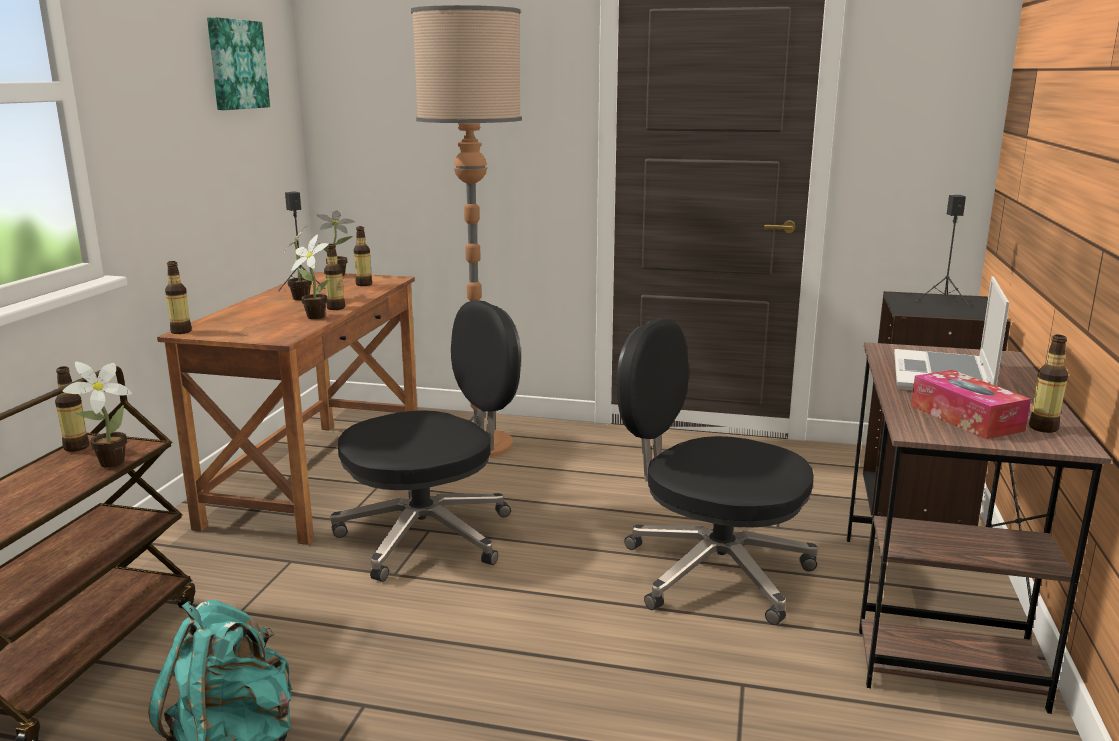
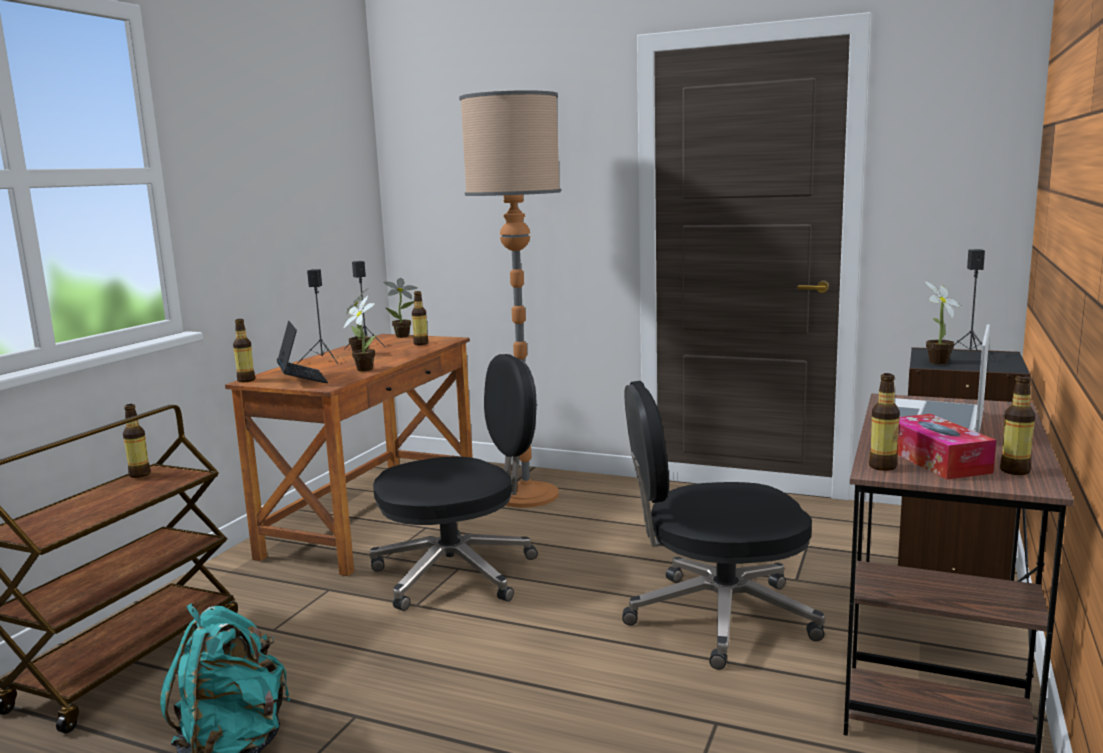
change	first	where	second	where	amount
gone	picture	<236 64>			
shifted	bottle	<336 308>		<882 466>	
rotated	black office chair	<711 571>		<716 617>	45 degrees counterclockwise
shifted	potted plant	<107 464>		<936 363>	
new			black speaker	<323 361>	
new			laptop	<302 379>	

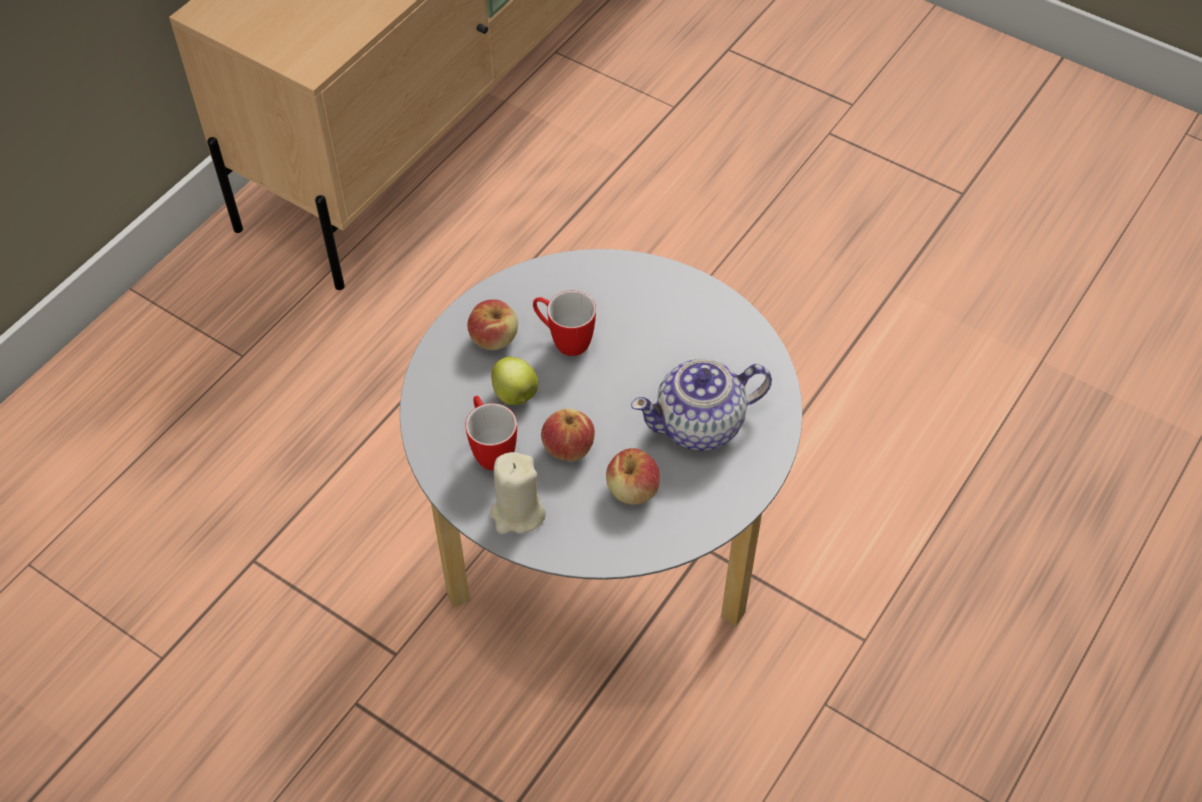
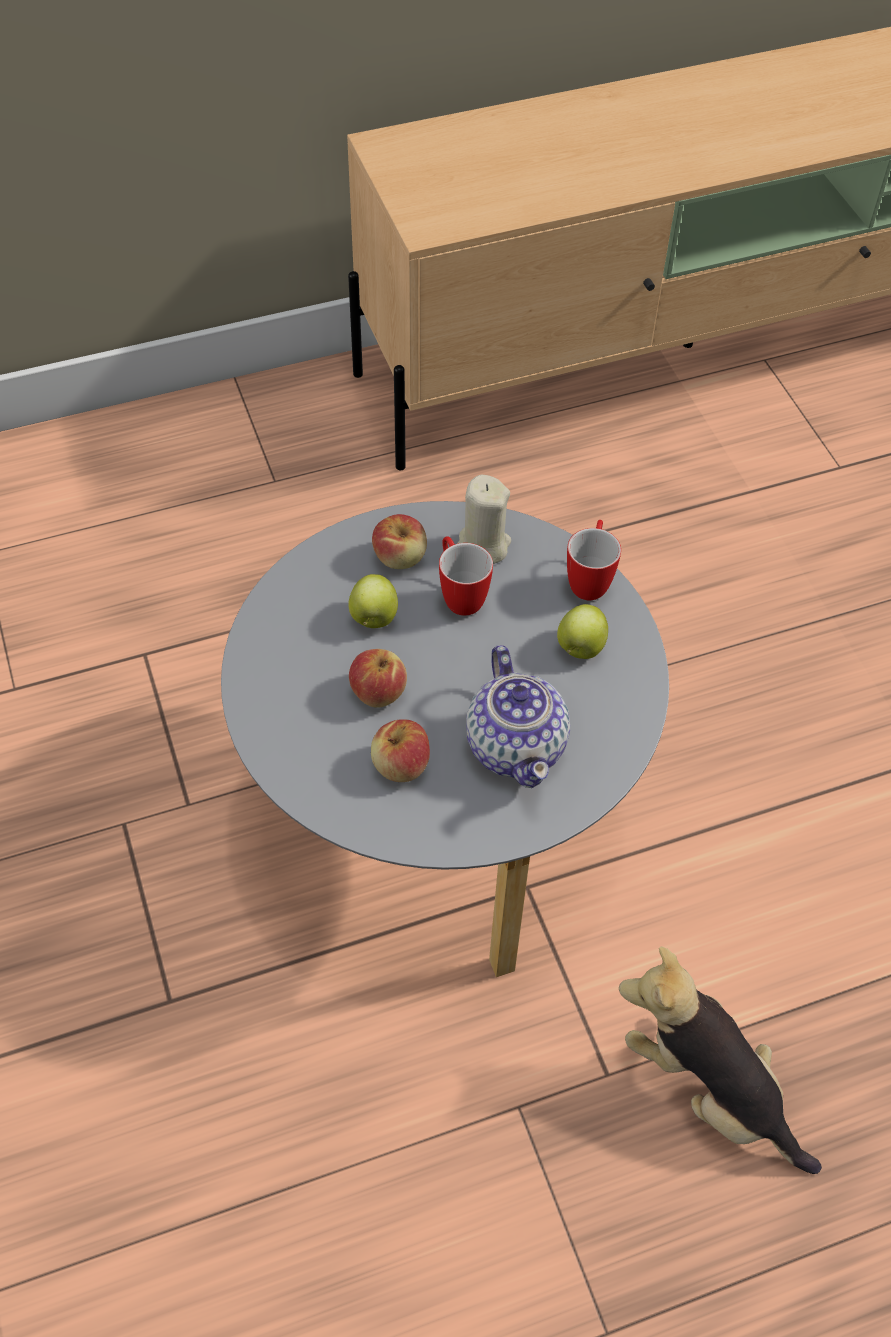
change	first	where	second	where	amount
rotated	teapot	<700 424>		<516 745>	120 degrees counterclockwise
shifted	mug	<490 449>		<590 579>	
shifted	beige candle	<517 513>		<482 545>	
new			apple	<580 648>	
new			plush toy	<708 1089>	

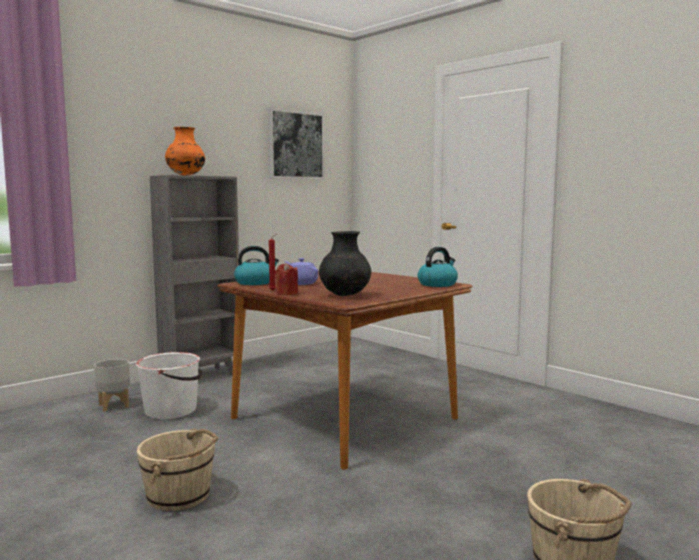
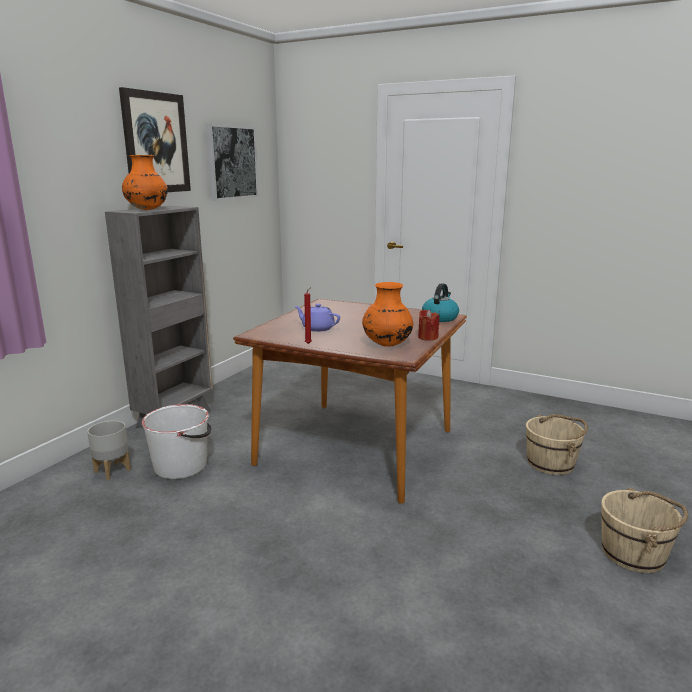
change	first	where	second	where	amount
repainted	black vase	<344 295>	orange vase	<386 344>	
gone	kettle	<255 282>			
shifted	red candle	<287 293>		<427 337>	
shifted	beige bucket	<180 495>		<551 463>	
new			picture	<156 143>	

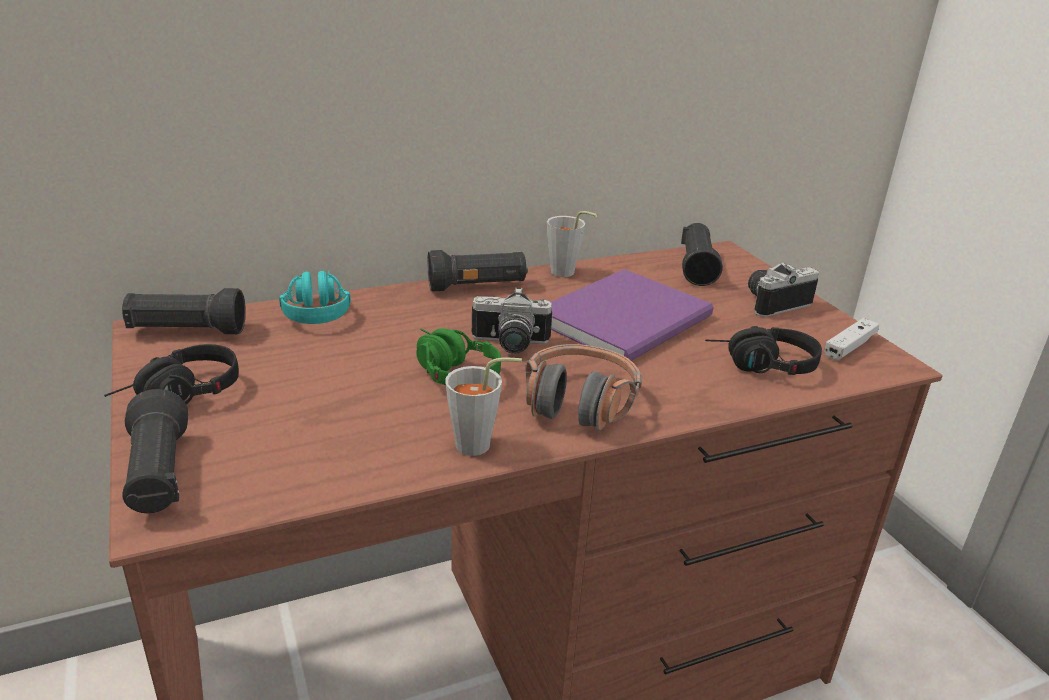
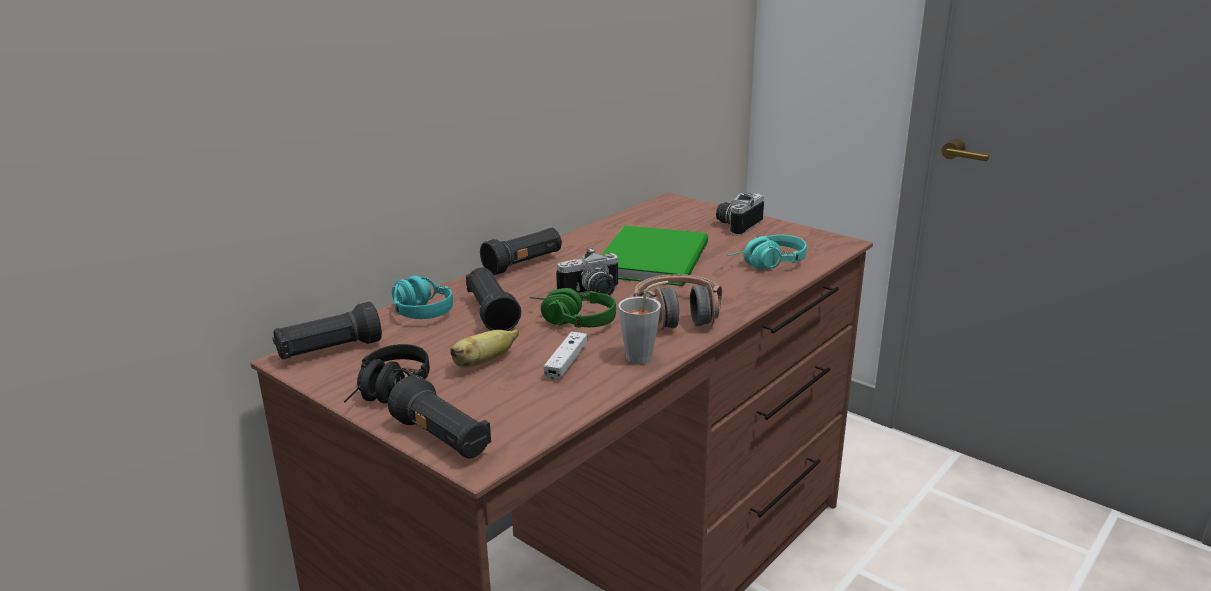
change	first	where	second	where	amount
gone	grey cup	<567 274>			
shifted	black flashlight	<696 268>		<491 313>	
repainted	purple book	<630 319>	green book	<656 258>	
shifted	white game controller	<849 347>		<566 363>	
repainted	black headphones	<760 366>	turquoise headphones	<767 264>	
new			banana	<484 362>	

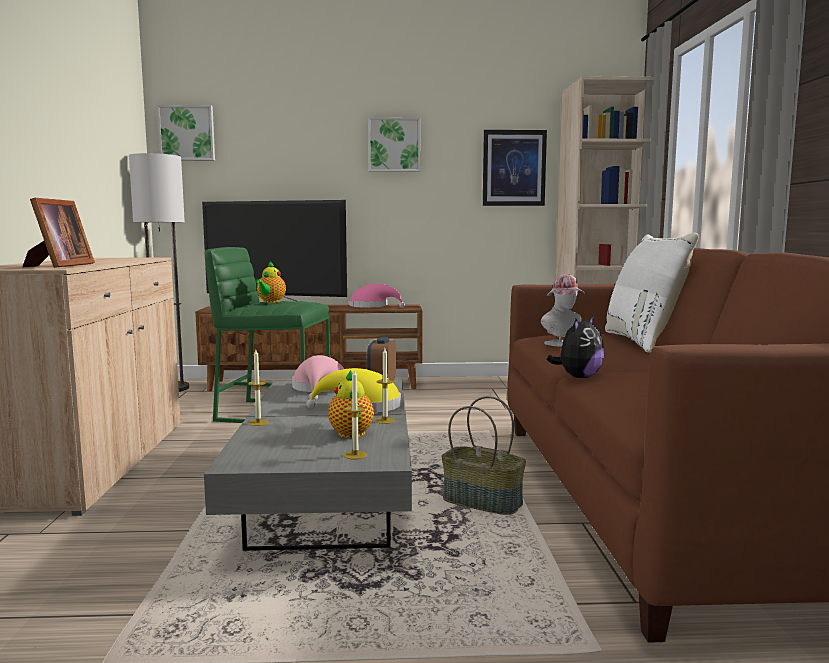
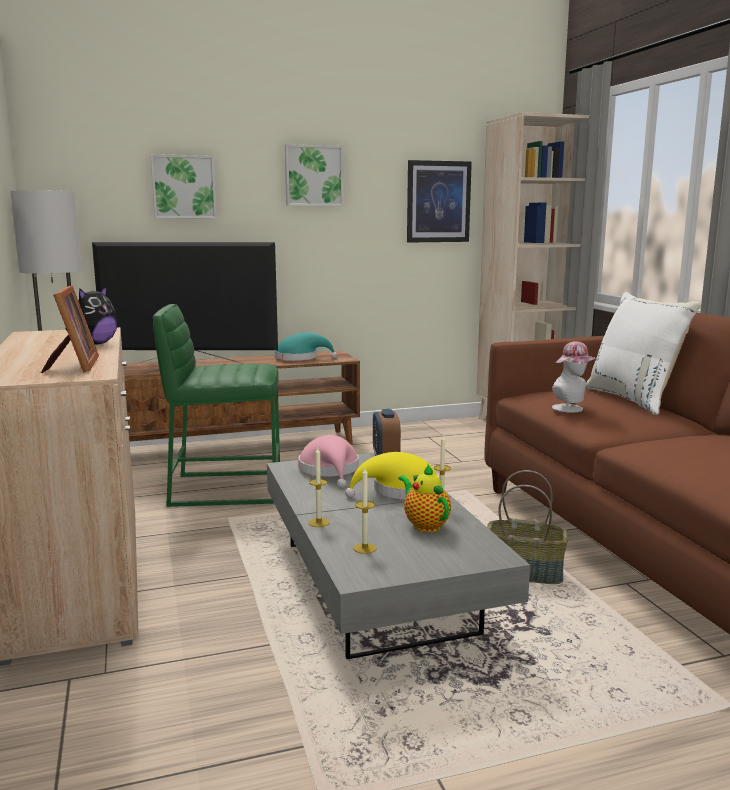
change	first	where	second	where	amount
shifted	picture	<187 133>		<183 187>	
gone	teapot	<270 302>			
repainted	pink hat	<372 307>	turquoise hat	<300 358>	
shifted	plush toy	<578 377>		<95 344>	
shifted	candle	<355 455>		<365 548>	

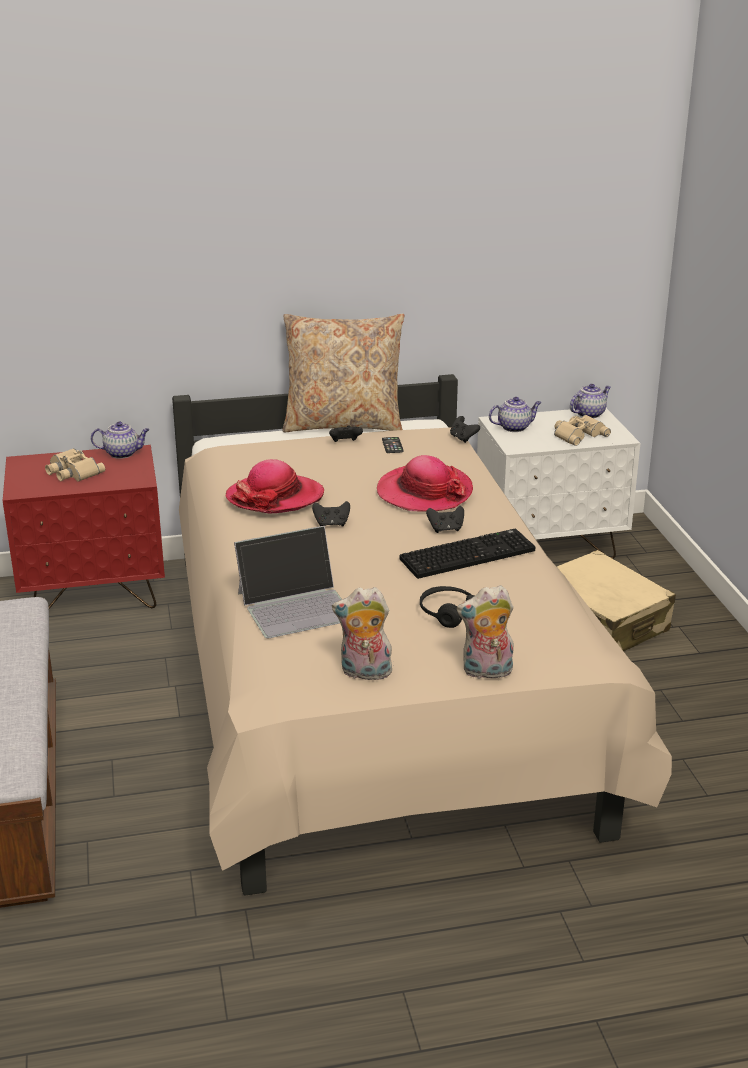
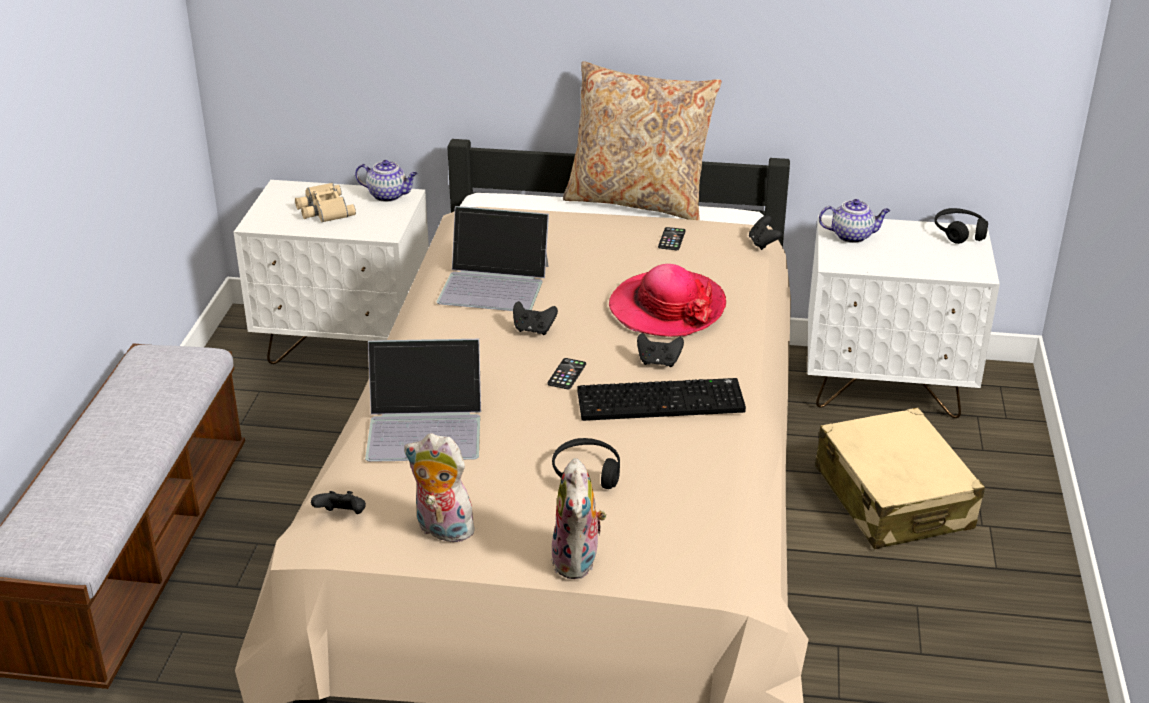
change	first	where	second	where	amount
swapped	teapot	<589 414>	black headphones	<959 233>	
gone	beige binoculars	<578 434>			
shifted	black game controller	<345 443>		<342 516>	
repainted	red nightstand	<95 595>	white nightstand	<346 346>	
swapped	hat	<275 497>	laptop	<494 284>	
rotated	plush toy	<486 672>		<578 562>	105 degrees counterclockwise
new			phone	<567 374>	

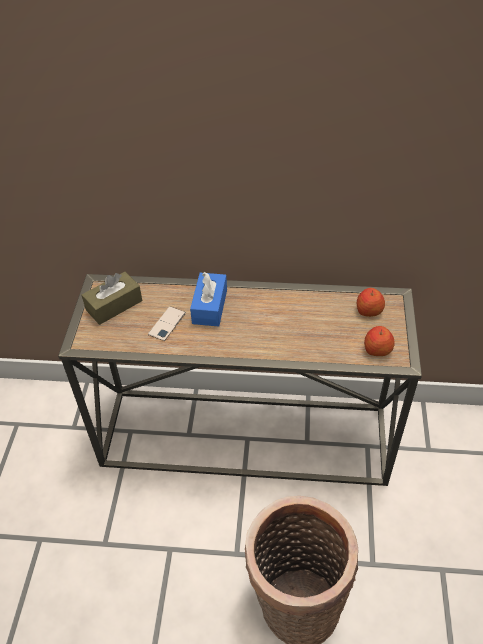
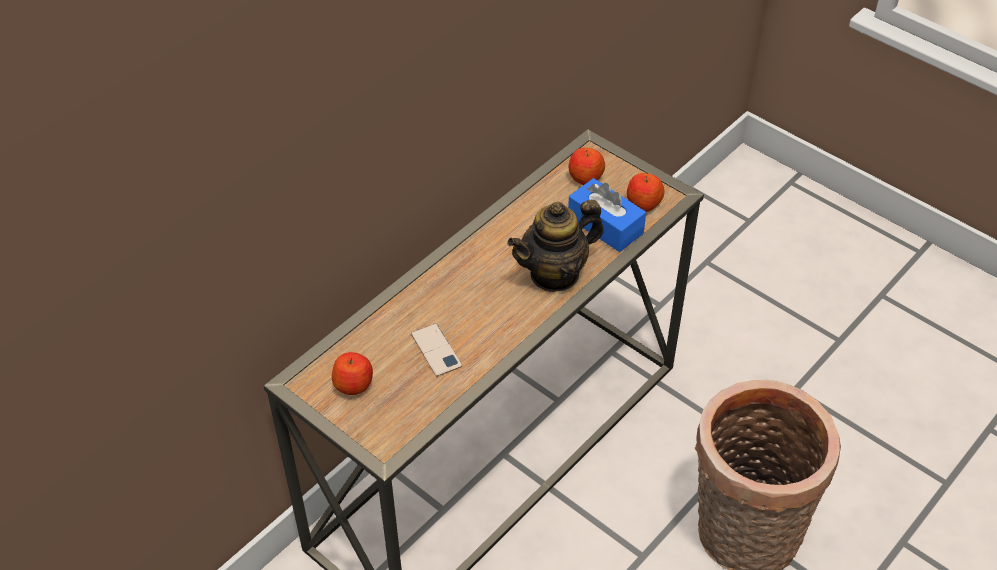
change	first	where	second	where	amount
swapped	brown tissue box	<114 305>	apple	<353 384>	
shifted	blue tissue box	<209 306>		<605 225>	
new			teapot	<555 274>	

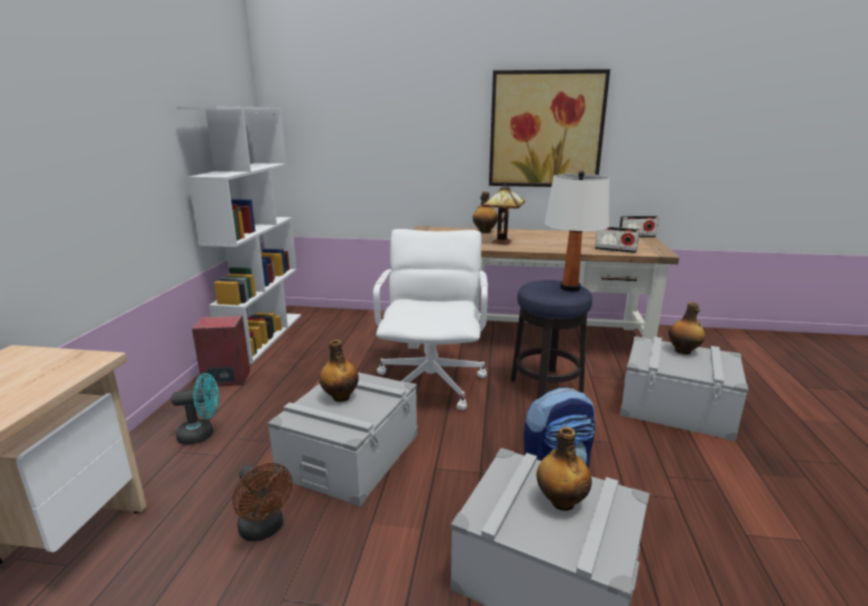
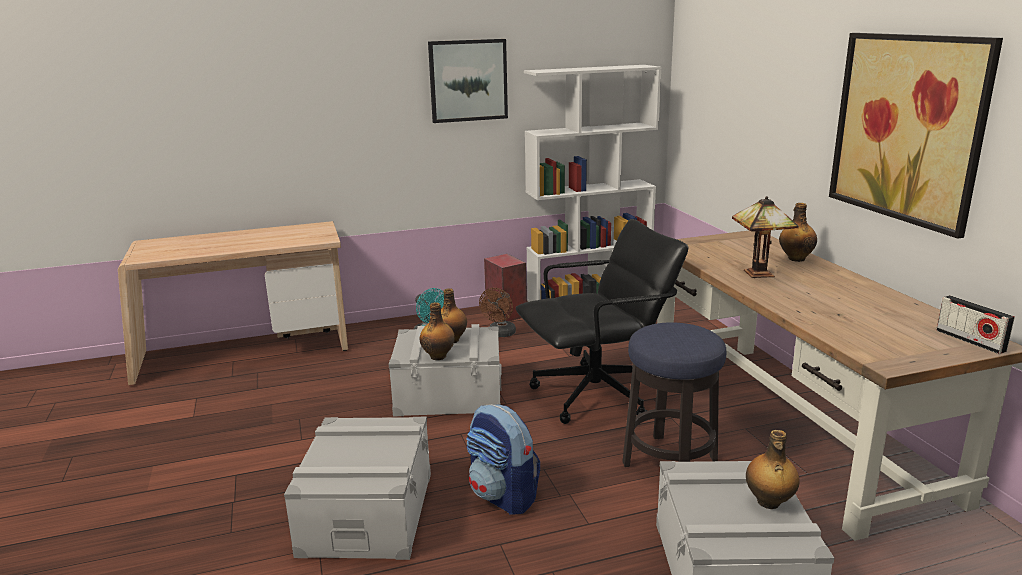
change	first	where	second	where	amount
gone	white table lamp	<570 288>			
gone	radio	<615 250>			
repainted	white office chair	<432 383>	black office chair	<597 395>	
shifted	bottle	<561 501>		<438 356>	
shifted	brown fan	<264 530>		<500 334>	
new			picture	<468 80>	

